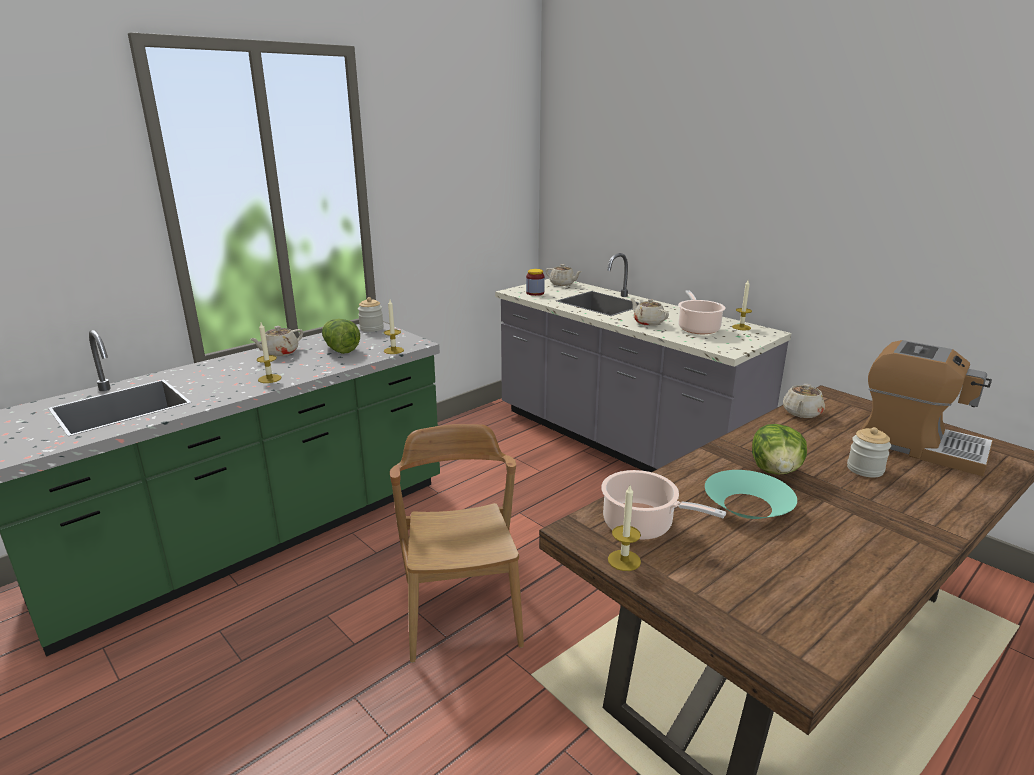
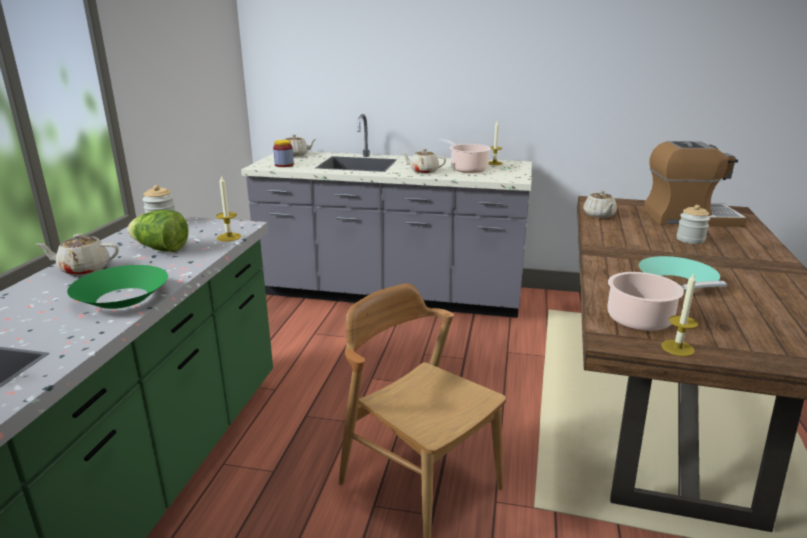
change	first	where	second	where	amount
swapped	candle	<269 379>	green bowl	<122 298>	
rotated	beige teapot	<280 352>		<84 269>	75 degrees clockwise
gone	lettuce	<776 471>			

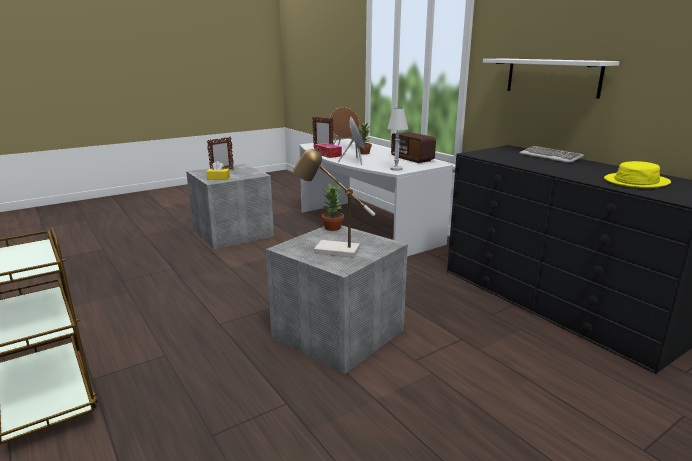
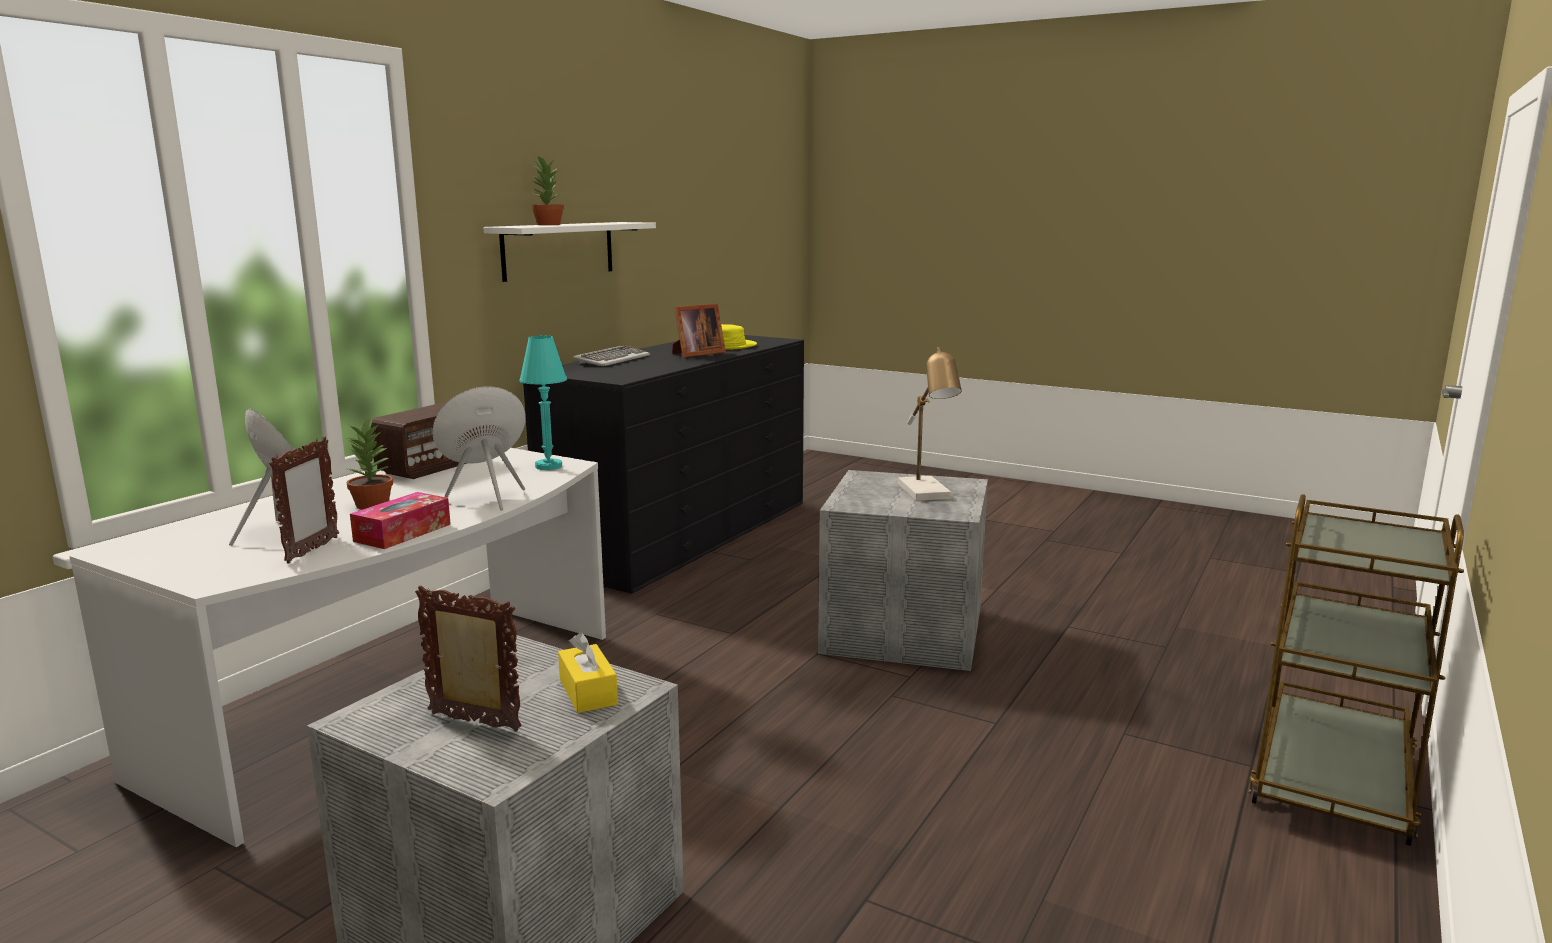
change	first	where	second	where	amount
repainted	white table lamp	<396 169>	turquoise table lamp	<548 466>	
shifted	potted plant	<333 228>		<547 225>	
new			picture frame	<696 354>	

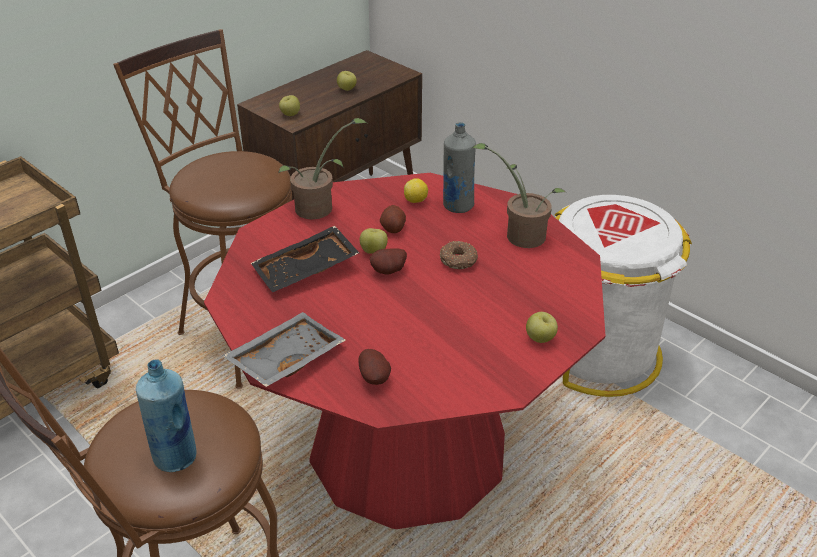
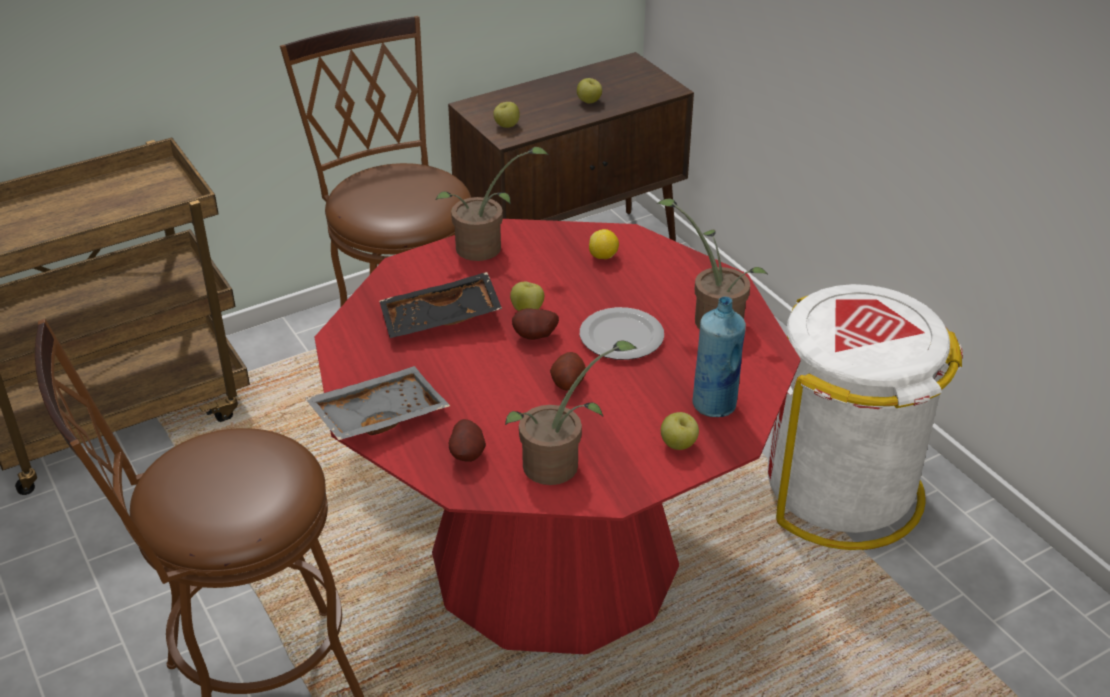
change	first	where	second	where	amount
gone	grey bottle	<457 206>			
shifted	potato	<393 228>		<568 382>	
swapped	donut	<458 261>	plate	<623 337>	
shifted	blue bottle	<176 457>		<714 405>	
new			potted plant	<559 465>	

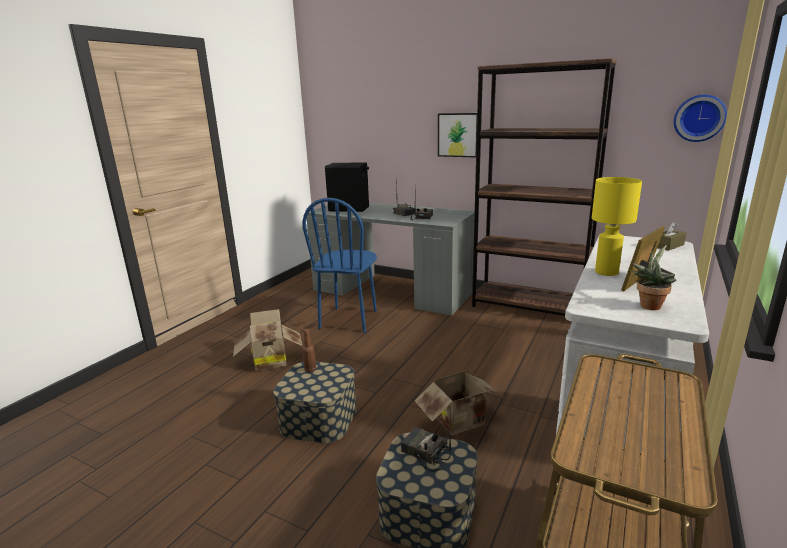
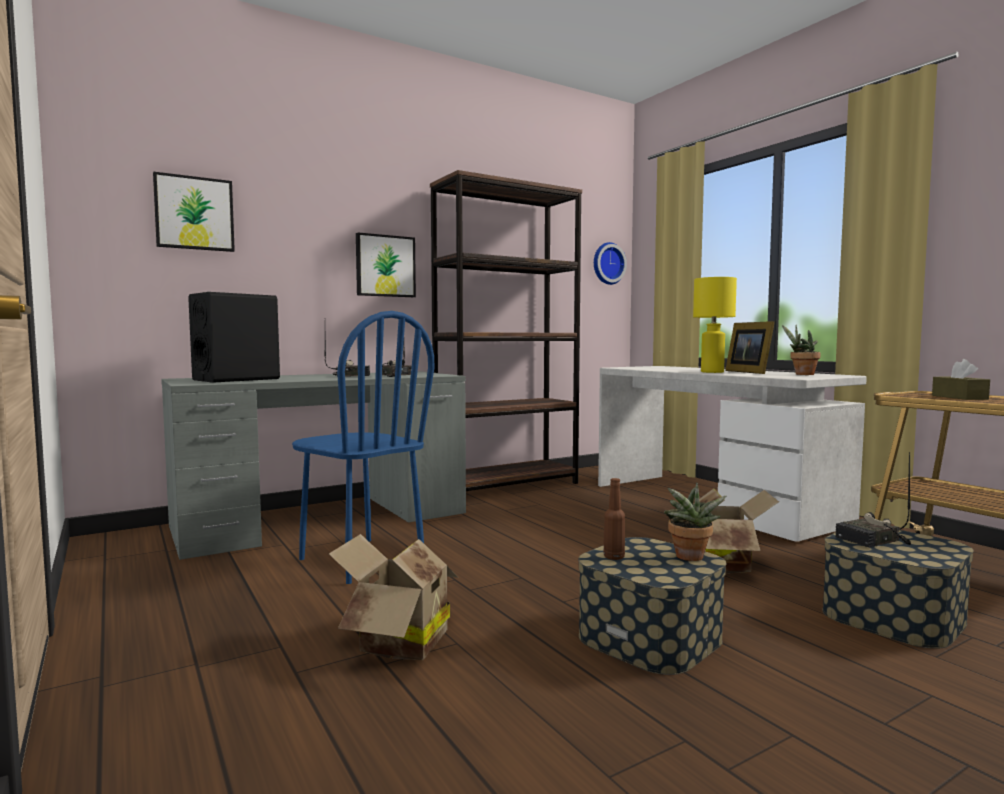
change	first	where	second	where	amount
shifted	brown tissue box	<668 246>		<959 397>	
new			picture	<194 213>	
new			potted plant	<689 558>	

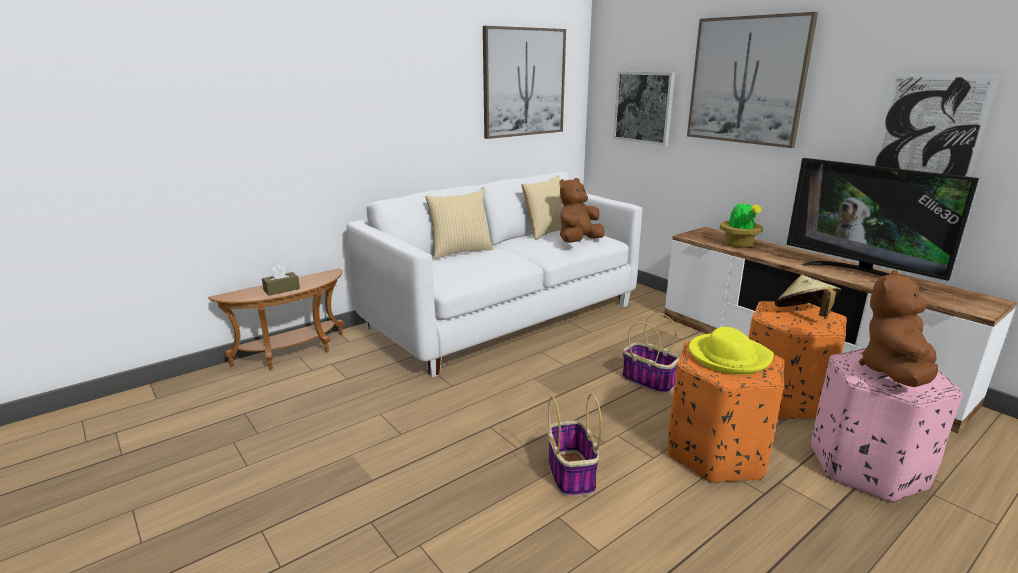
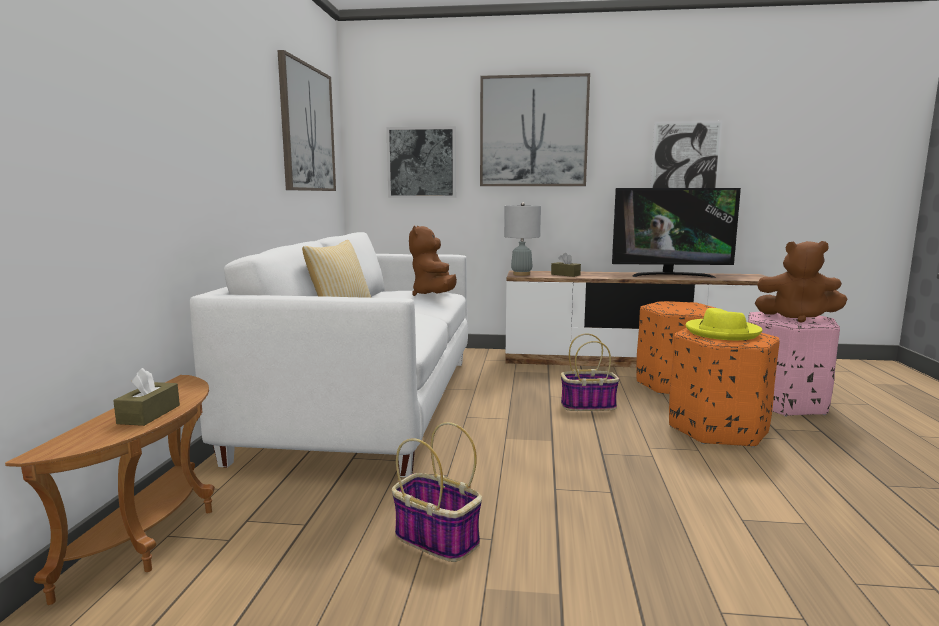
change	first	where	second	where	amount
gone	pillow	<546 232>			
swapped	potted plant	<739 245>	brown tissue box	<565 274>	
rotated	brown plush toy	<895 373>		<797 317>	60 degrees counterclockwise
gone	beige hat	<803 315>			
shifted	basket	<570 473>		<435 539>	
new			grey table lamp	<521 274>	

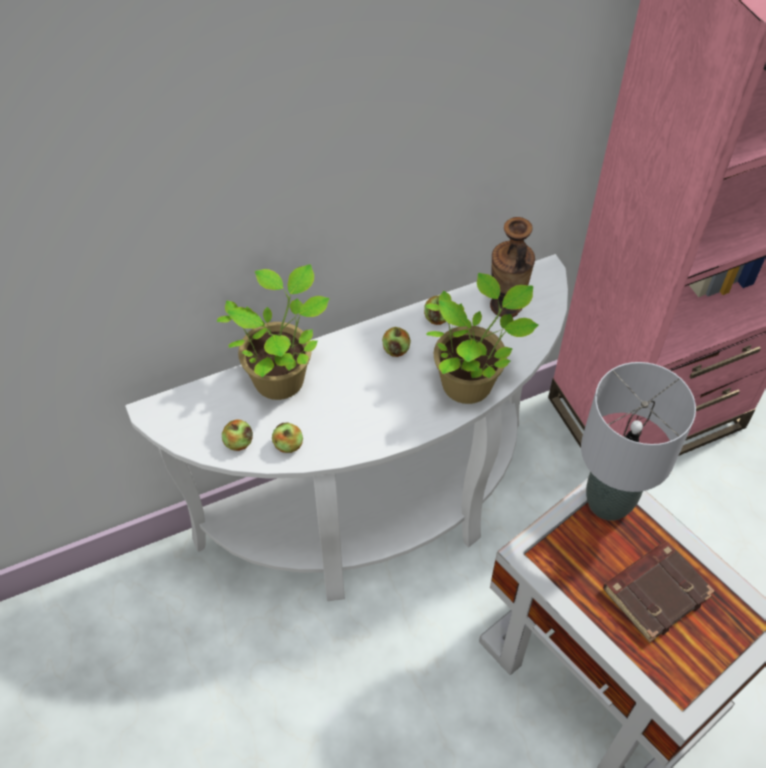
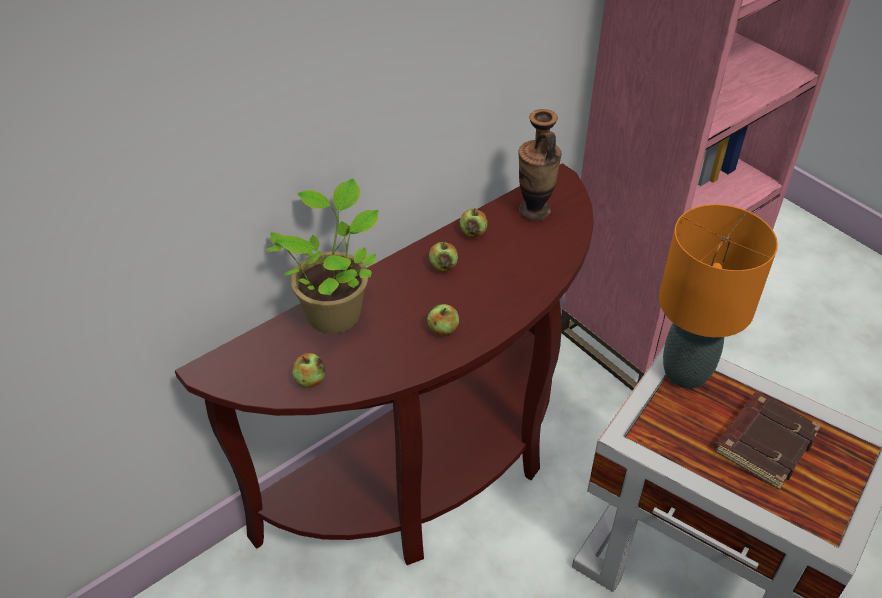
change	first	where	second	where	amount
repainted	white console table	<378 517>	brown console table	<433 472>	
gone	potted plant	<470 382>			
repainted	grey table lamp	<608 501>	orange table lamp	<685 371>	
shifted	apple	<288 445>		<443 329>	

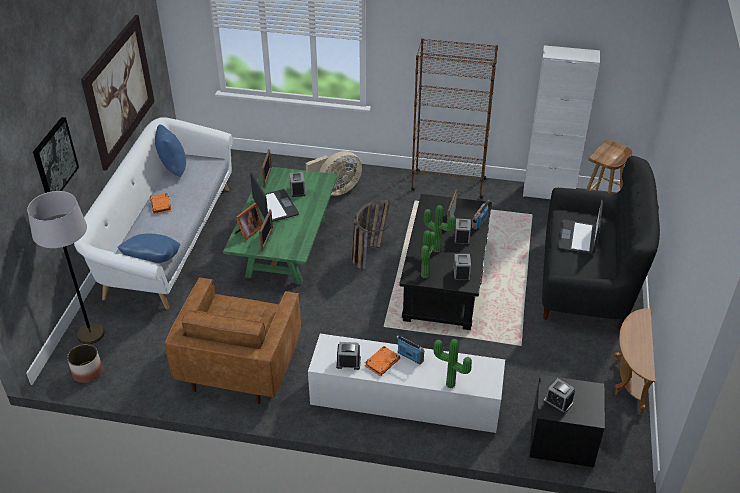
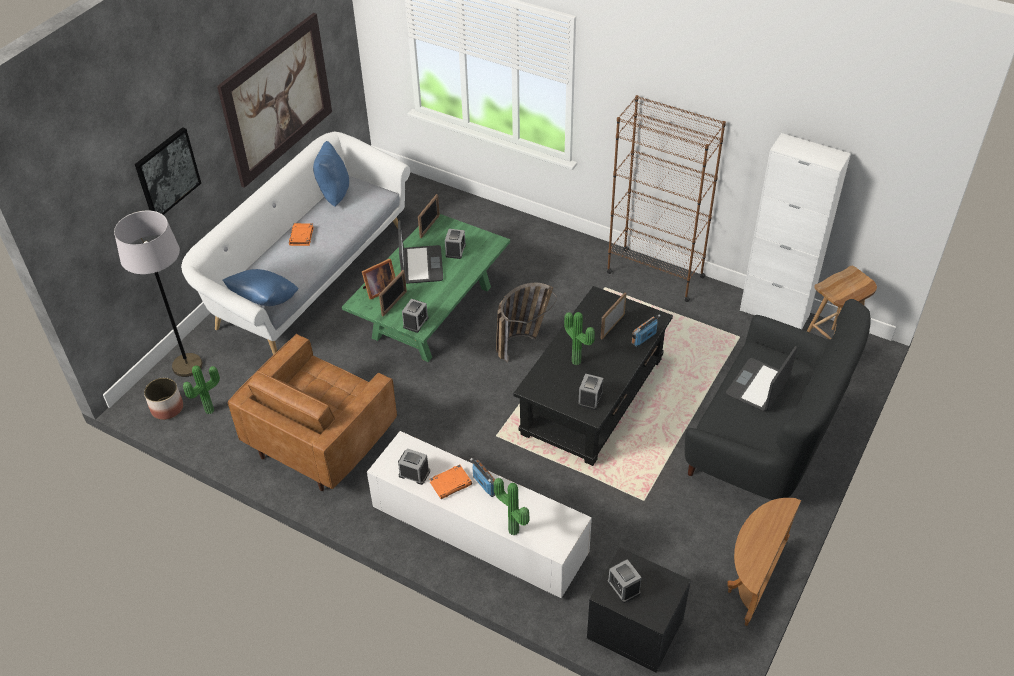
change	first	where	second	where	amount
gone	beige fan	<335 190>			
shifted	alarm clock	<462 238>		<415 322>	
shifted	potted plant	<426 275>		<211 411>	

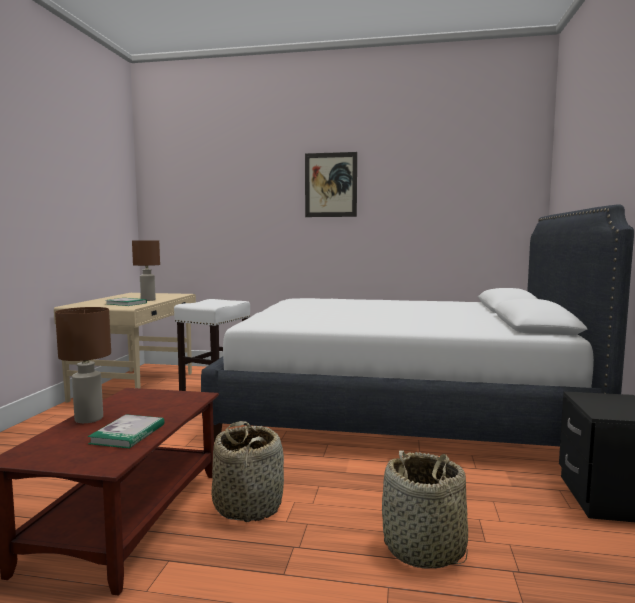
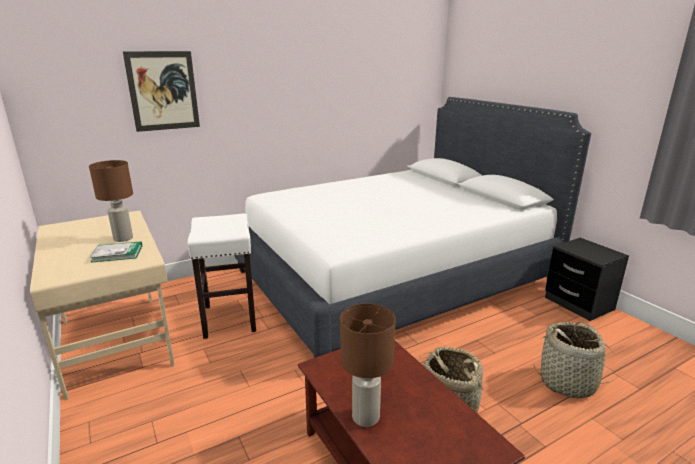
change	first	where	second	where	amount
shifted	picture	<330 185>		<163 91>	
gone	book	<128 434>			

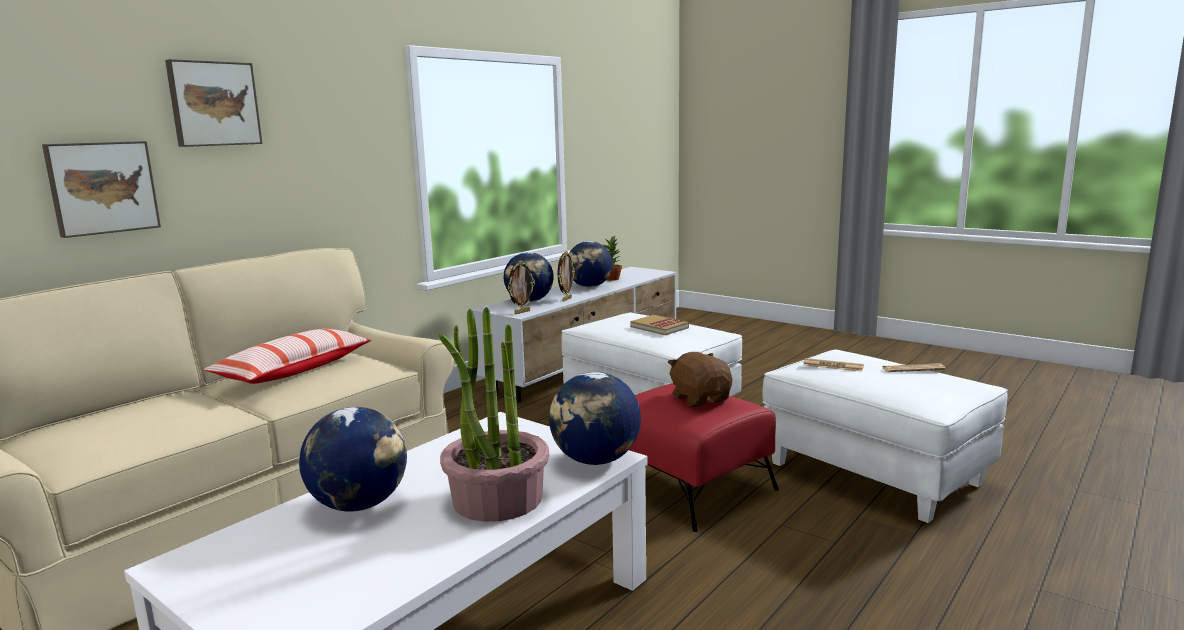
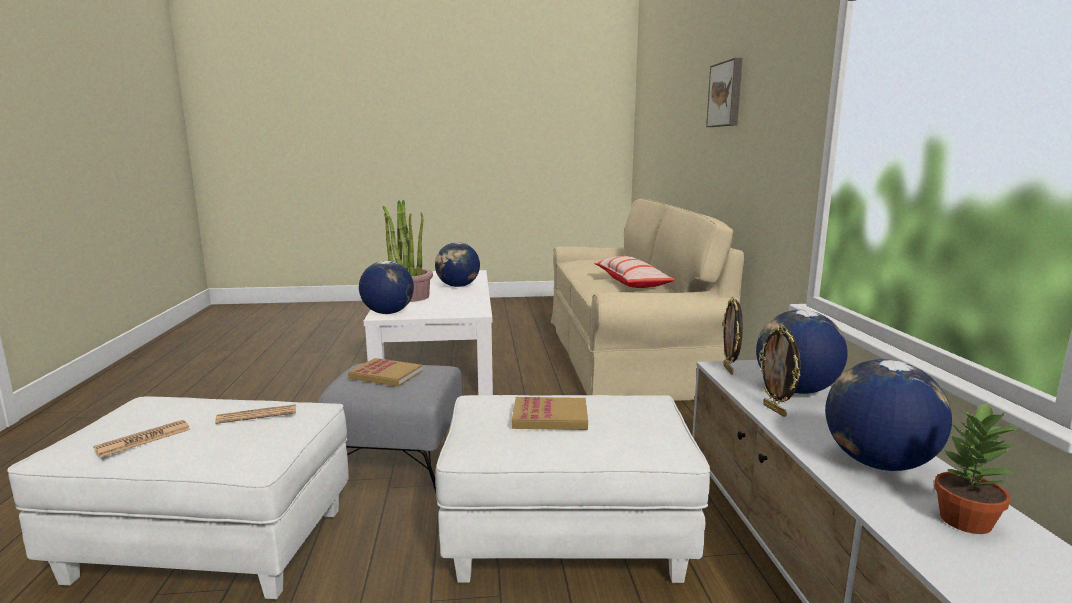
change	first	where	second	where	amount
gone	picture	<102 187>			
swapped	brown plush toy	<700 399>	book	<386 375>	
repainted	red ottoman	<692 488>	grey ottoman	<397 458>	

